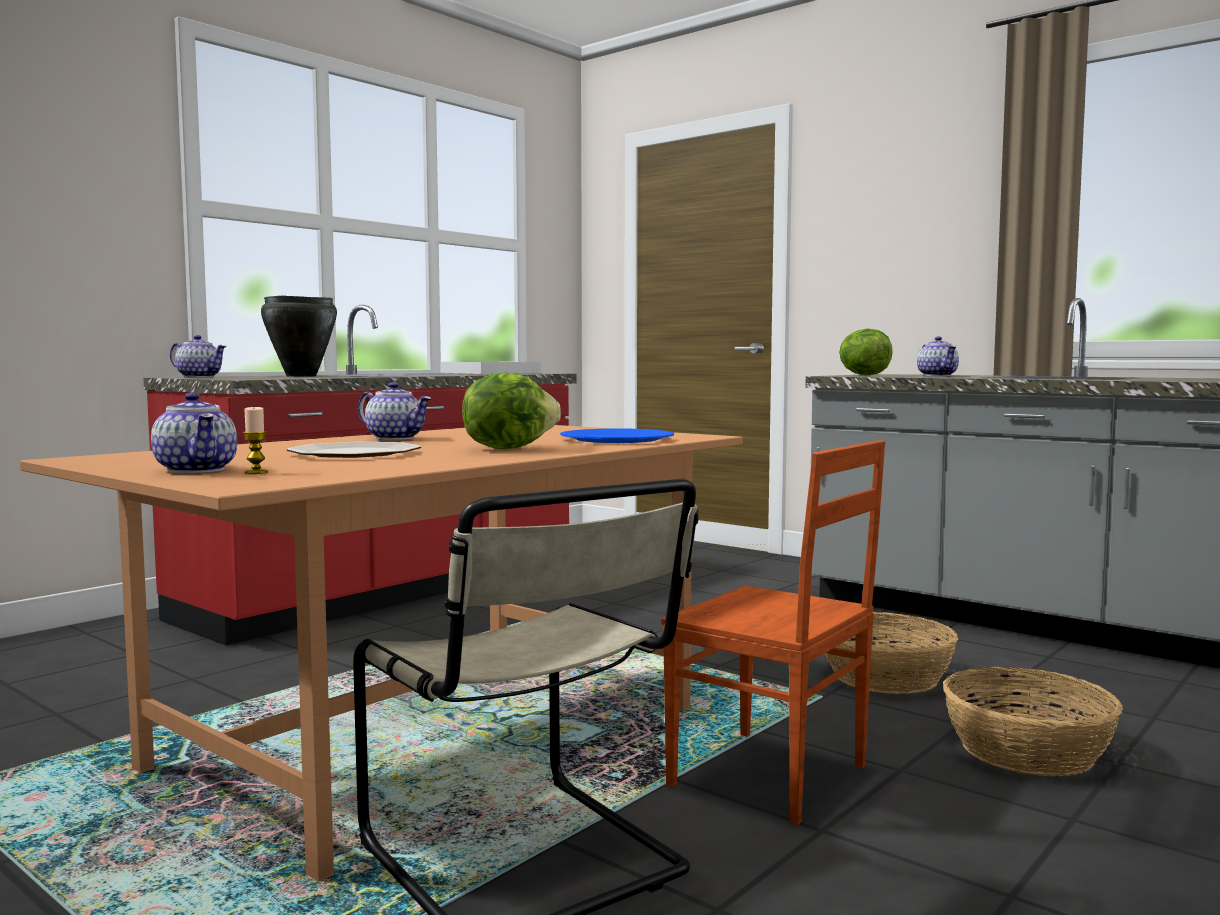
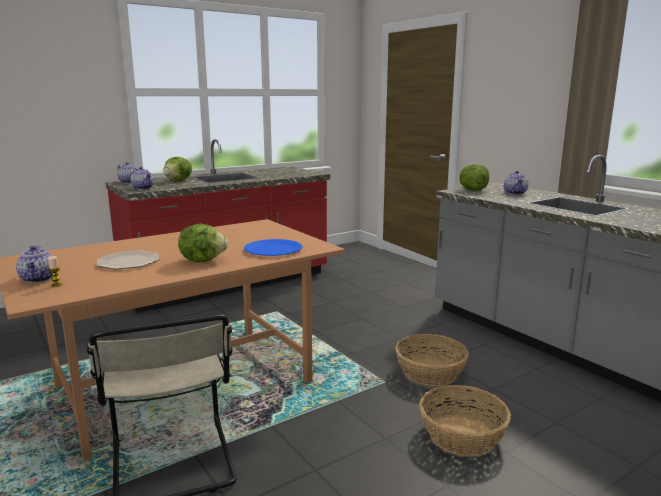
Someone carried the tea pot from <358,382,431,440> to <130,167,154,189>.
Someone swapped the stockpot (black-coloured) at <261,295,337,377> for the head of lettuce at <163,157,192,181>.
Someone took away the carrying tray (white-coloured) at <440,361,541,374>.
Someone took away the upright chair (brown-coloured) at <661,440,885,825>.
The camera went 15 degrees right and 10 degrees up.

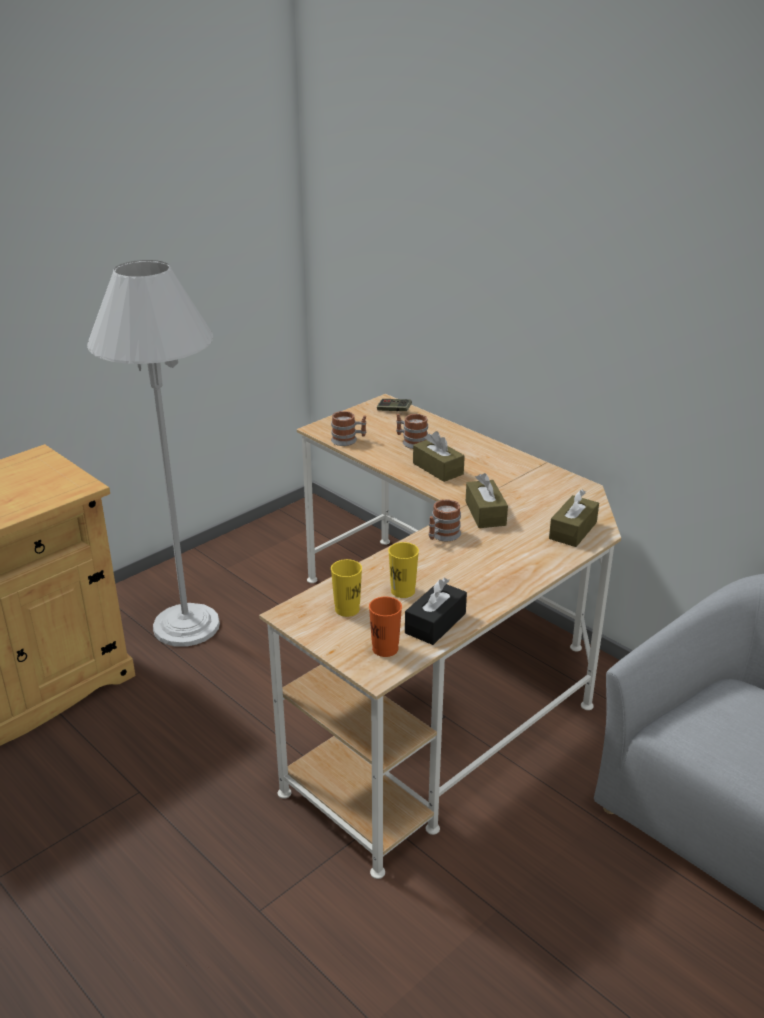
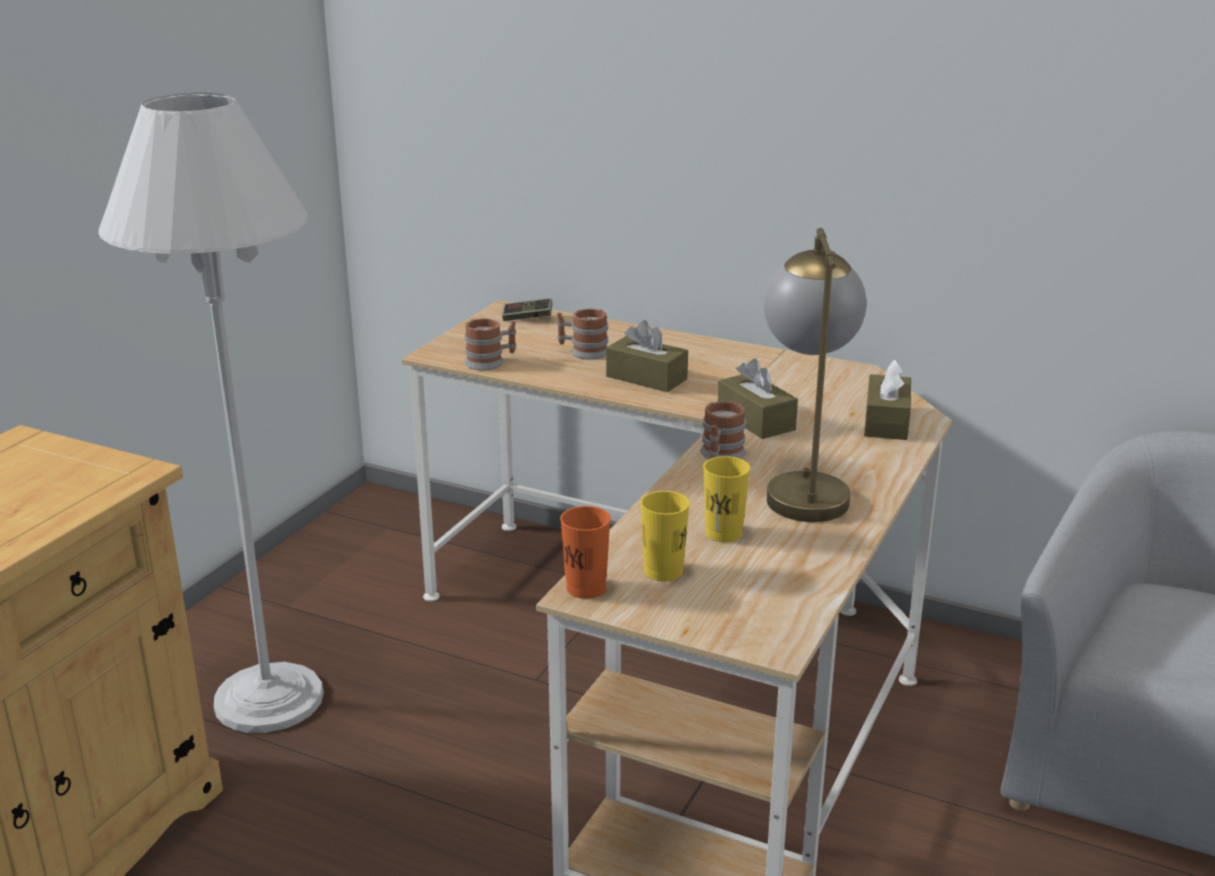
Someone carried the drinking cup (orange) from <369,596,402,657> to <560,506,611,599>.
Someone put down the lamp for a table at <764,228,867,522>.
Someone took away the tissue box (black-coloured) at <405,578,467,645>.
The camera went 20 degrees left and 5 degrees down.

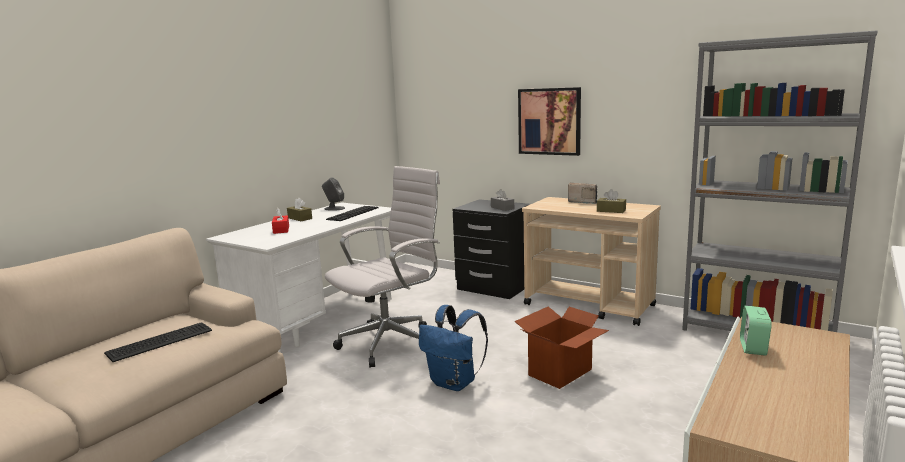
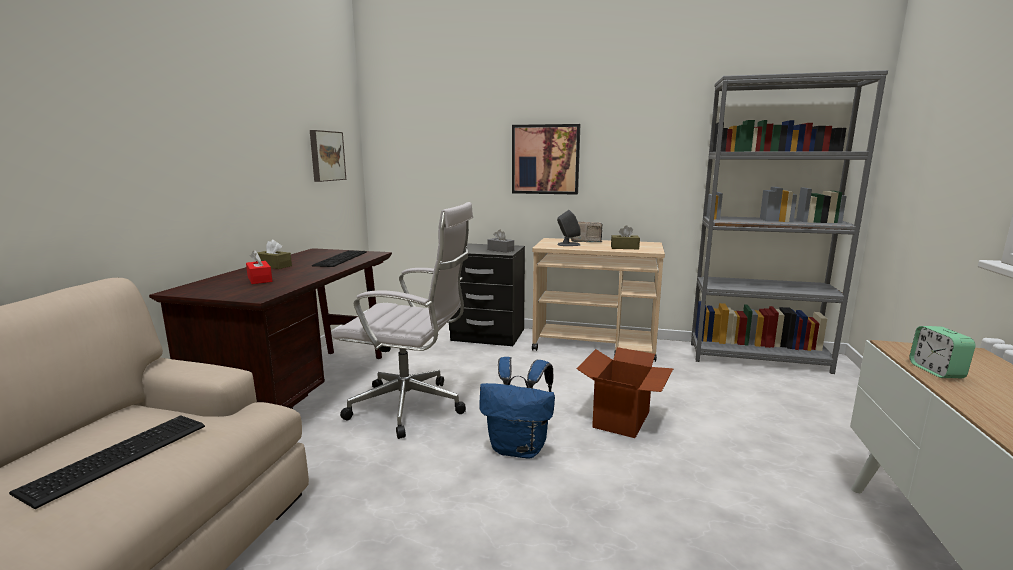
Someone repainted the desk unit (white-coloured) at <206,202,392,347>, which became the desk unit (brown-coloured) at <149,248,392,409>.
Someone put up the picture at <310,130,346,182>.
Someone rotated the desk chair (white-coloured) at <325,166,440,368> by 75 degrees clockwise.
Someone carried the speaker (gray) from <322,178,345,210> to <557,210,581,246>.
The camera went 20 degrees left and 0 degrees up.

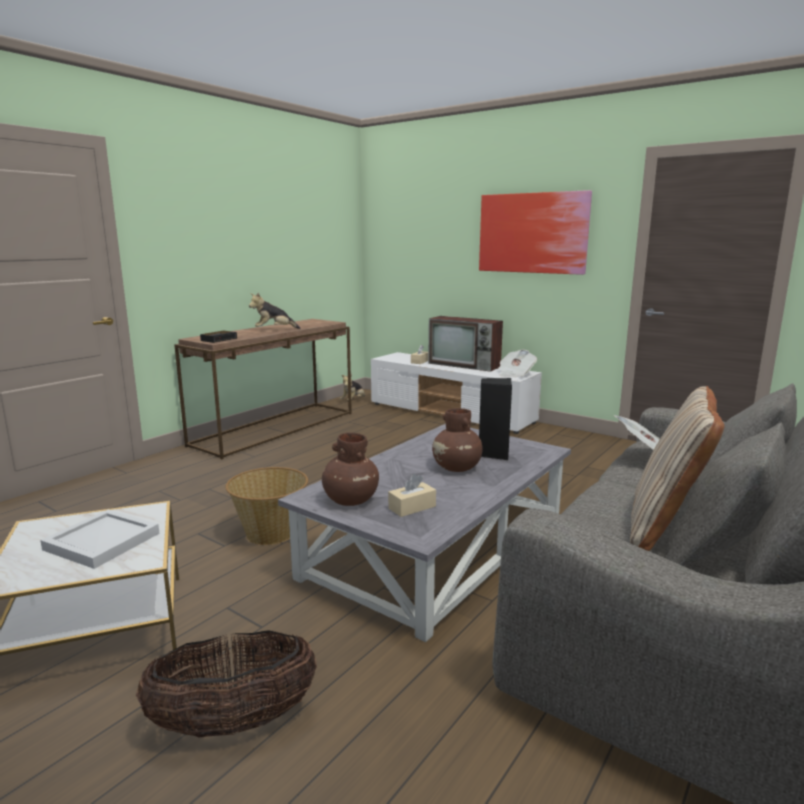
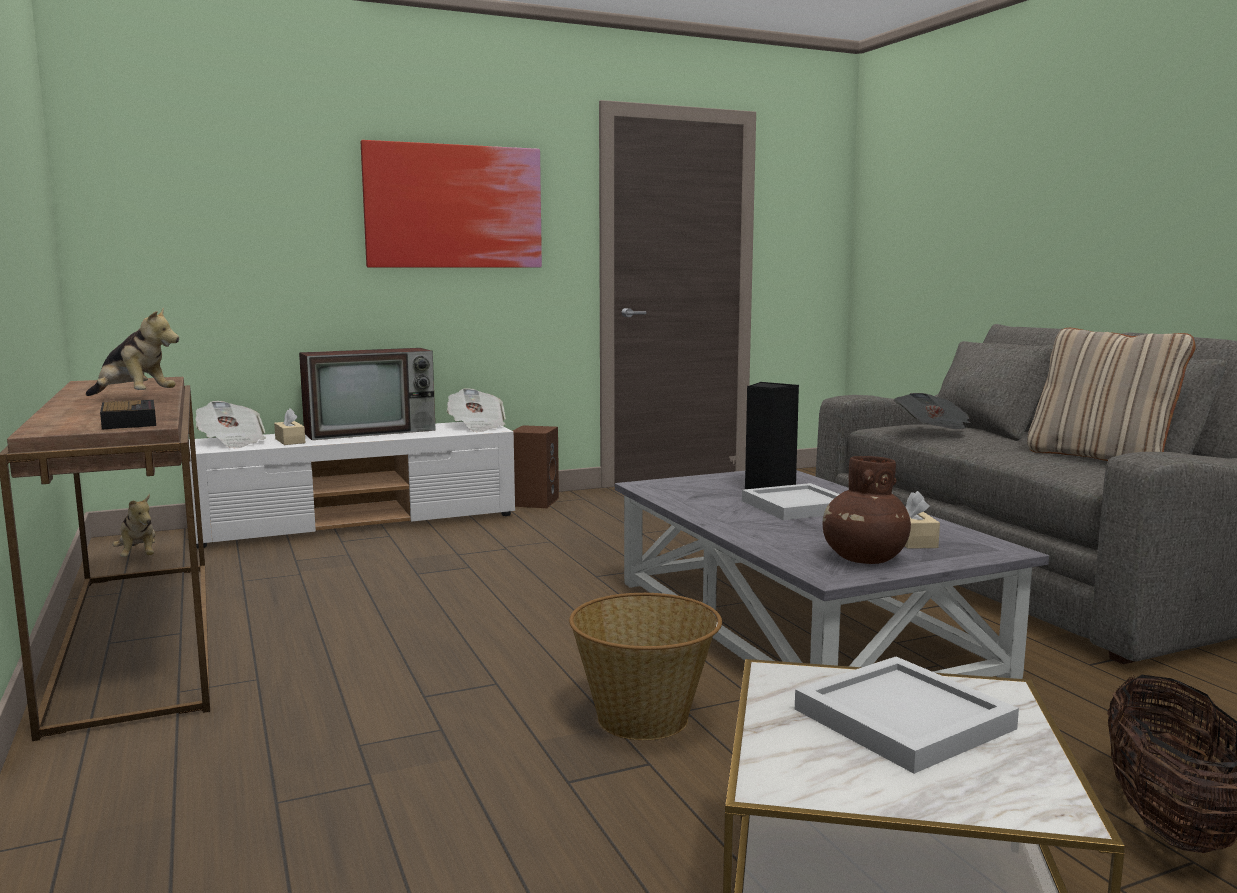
Someone rotated the plush toy at <249,293,300,329> by 75 degrees counterclockwise.
Someone put down the daily paper at <196,401,266,448>.
Someone put down the speaker (brown-coloured) at <513,425,559,508>.
Someone swapped the decorative vase (brown-coloured) at <432,408,483,472> for the carrying tray (white-coloured) at <742,483,840,520>.
The camera went 60 degrees left and 5 degrees down.

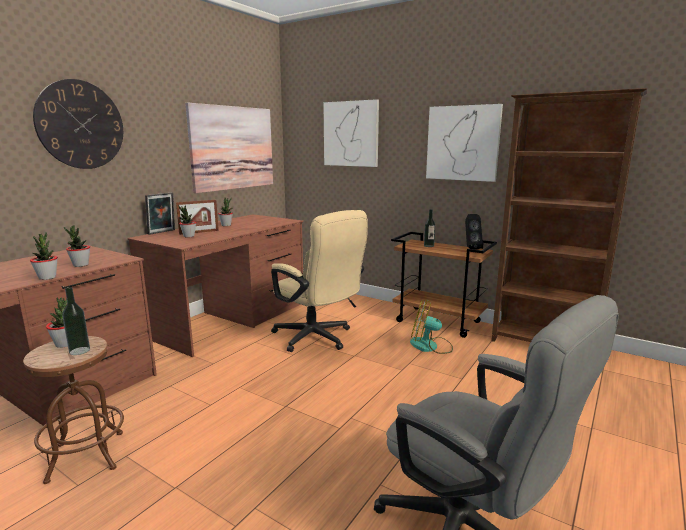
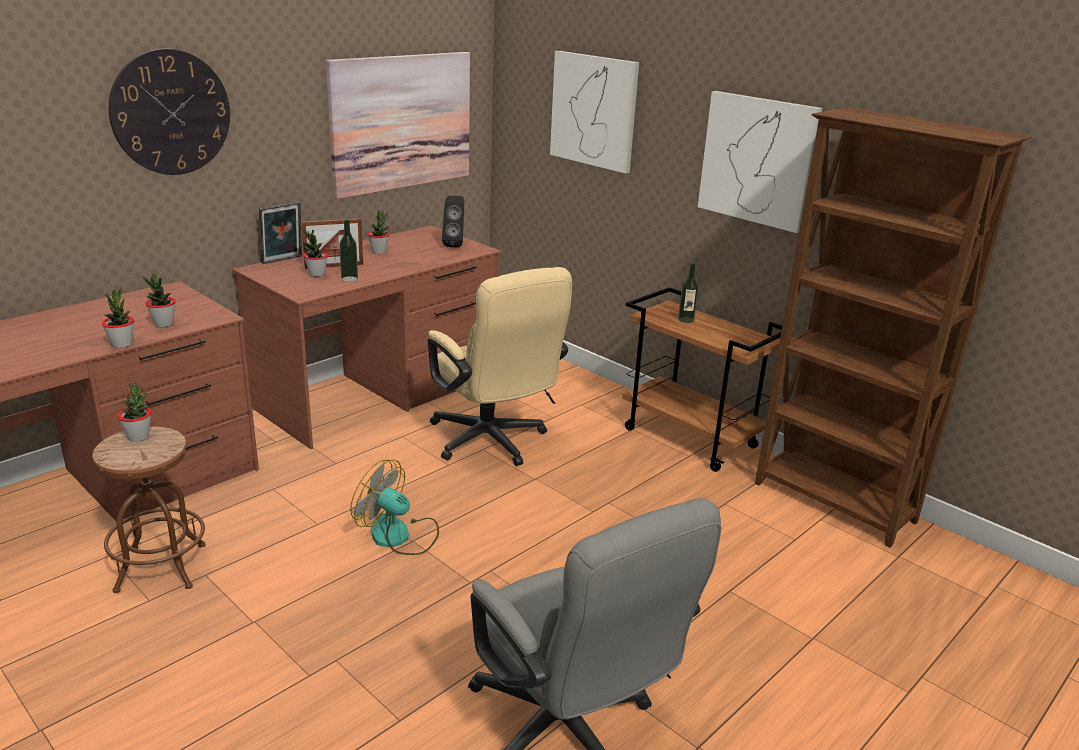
Someone carried the bottle from <62,287,90,355> to <339,220,358,282>.
Someone carried the fan from <410,300,453,354> to <350,460,439,555>.
Someone carried the speaker (black-coloured) from <465,214,483,250> to <442,196,464,248>.
The camera went 10 degrees right and 10 degrees up.

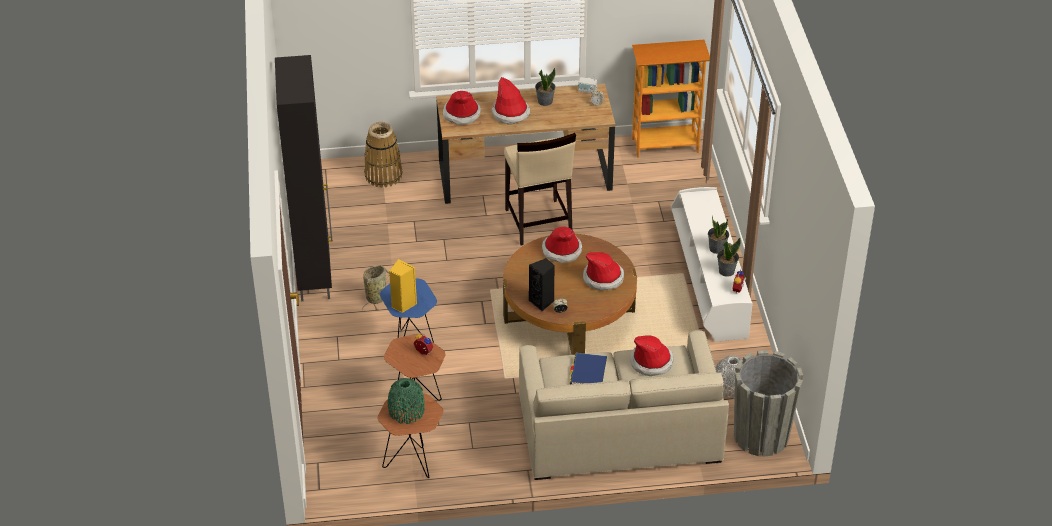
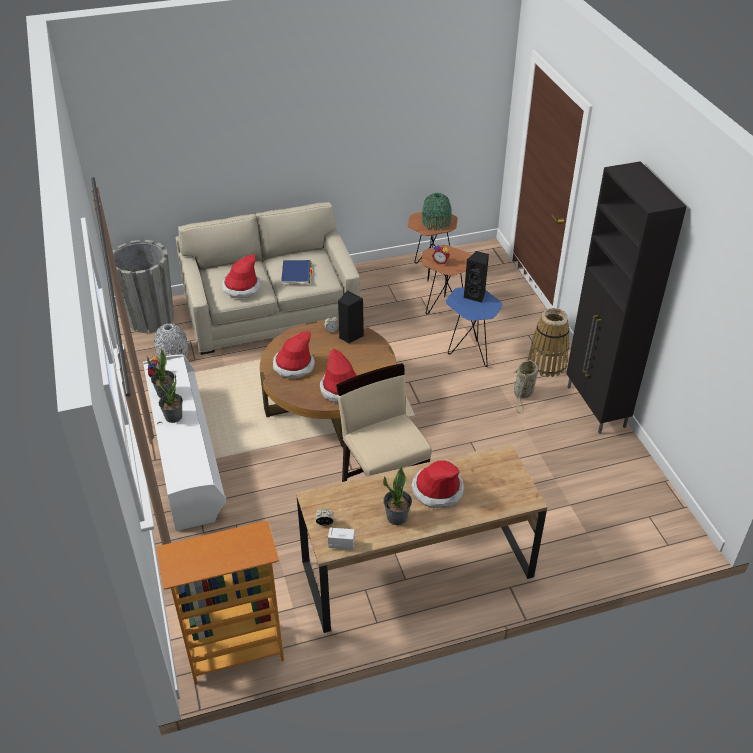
Someone repainted the speaker (yellowish) at <389,259,417,313>, which became the speaker (black-coloured) at <464,251,489,303>.
Someone carried the basket from <364,122,403,188> to <528,308,570,377>.
Someone took away the wearable hat at <443,91,481,125>.
The camera went 170 degrees right and 0 degrees up.

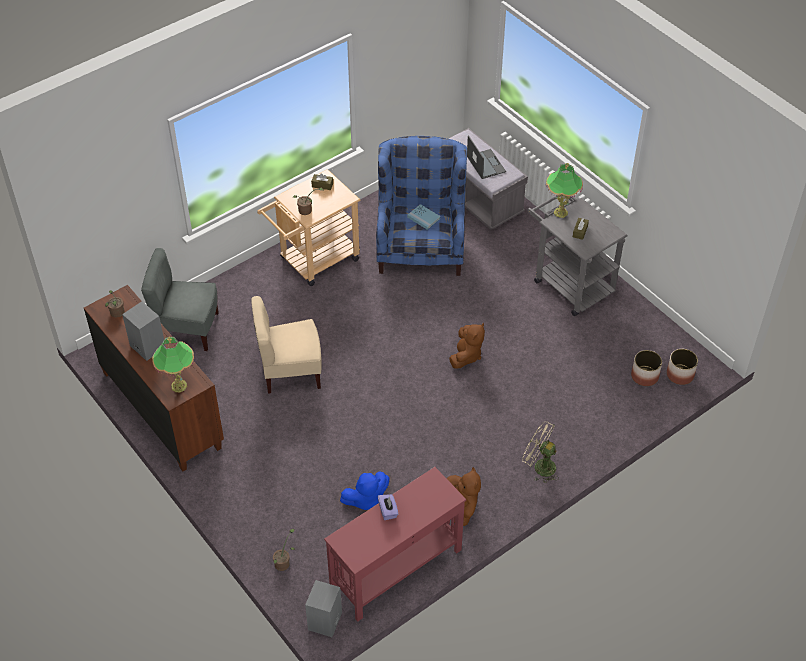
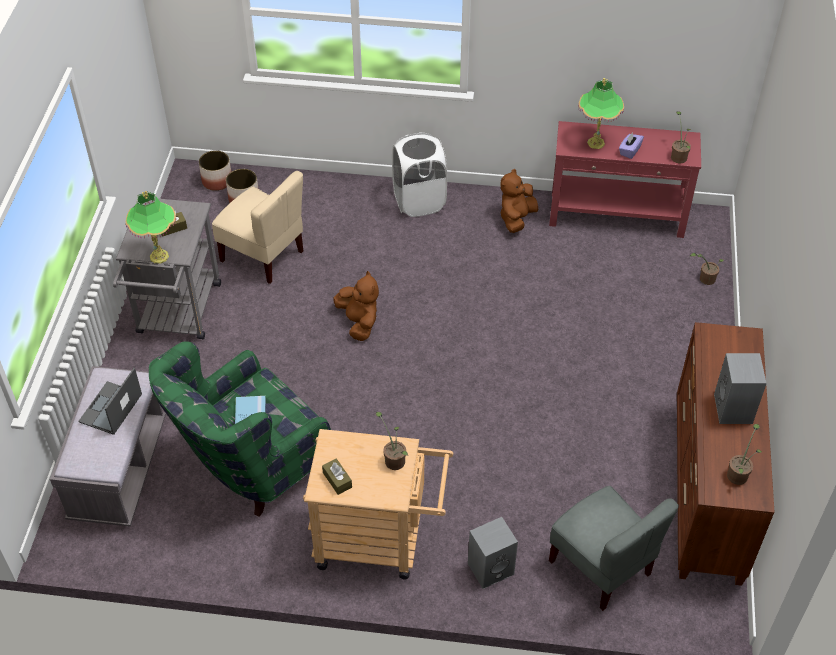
Someone repainted the lounge chair (blue-coloured) at <376,136,467,276>, which became the lounge chair (green) at <149,341,331,517>.
Someone carried the upright chair (beige) from <251,296,322,394> to <212,171,303,284>.
Someone rotated the plush toy (brown-coloured) at <449,322,485,369> by 90 degrees clockwise.
Someone swapped the fan (beige) at <522,421,559,483> for the washing basket (white-coloured) at <392,132,447,217>.
Someone carried the speaker (gray) from <305,580,342,637> to <468,517,518,589>.
Someone carried the lamp for a table from <152,337,195,392> to <578,78,624,149>.
Someone put down the potted plant at <671,111,691,163>.
Someone took away the plush toy (blue-coloured) at <340,471,389,510>.
The camera went 135 degrees left and 0 degrees up.

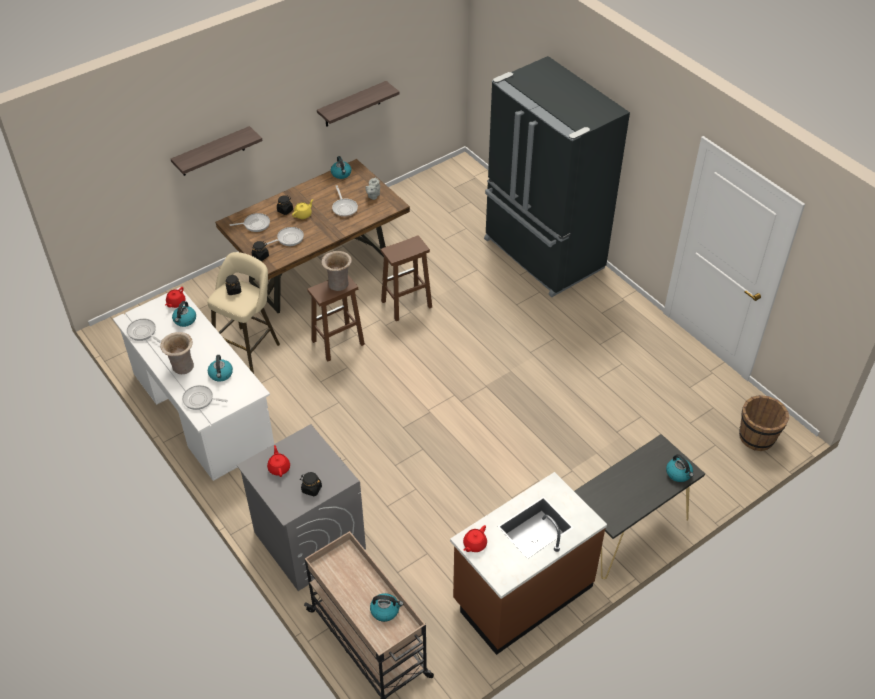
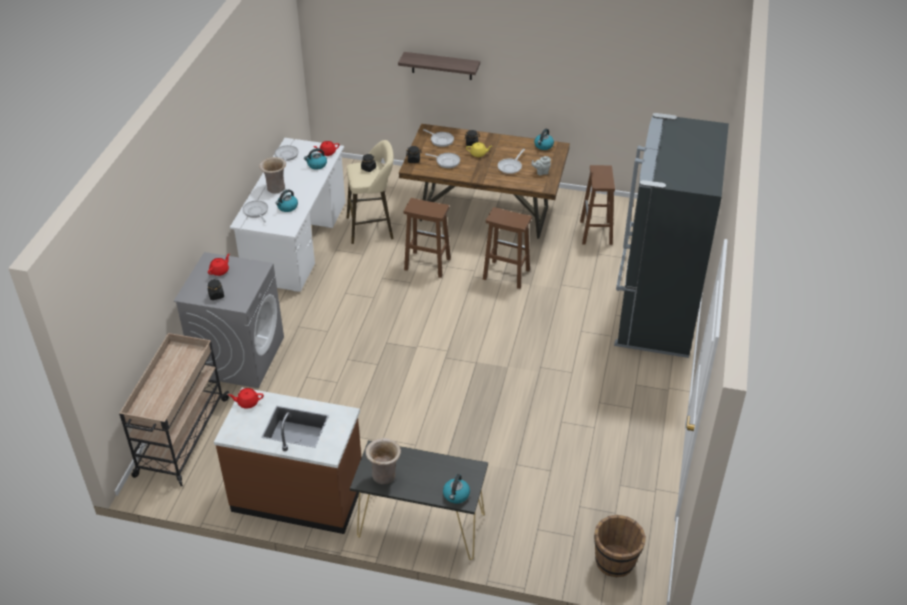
Someone carried the decorative vase (beige) from <321,251,352,291> to <365,438,401,484>.
Someone put down the stool seat (brown-coloured) at <580,165,615,245>.
Someone took away the bracket shelf at <317,81,400,127>.
Someone took away the kettle at <370,593,403,622>.
The camera went 50 degrees right and 5 degrees down.

